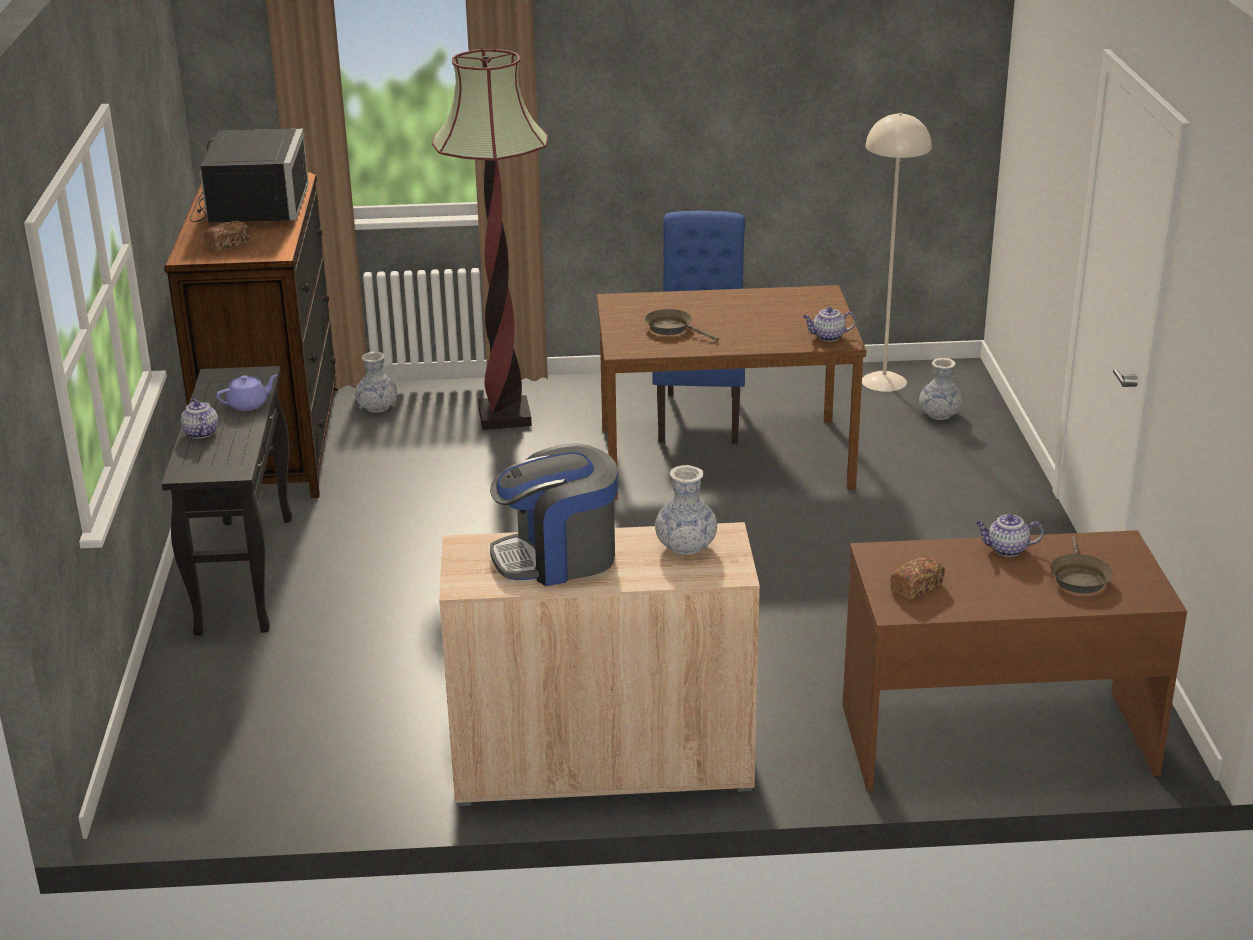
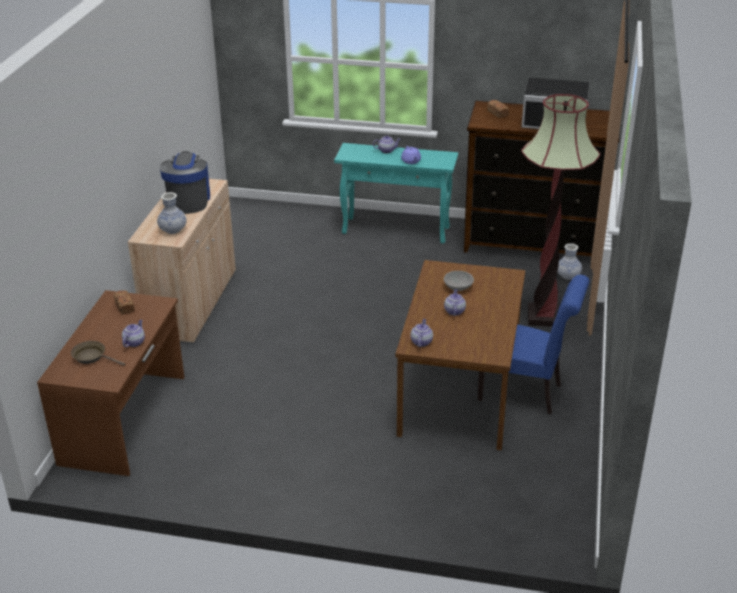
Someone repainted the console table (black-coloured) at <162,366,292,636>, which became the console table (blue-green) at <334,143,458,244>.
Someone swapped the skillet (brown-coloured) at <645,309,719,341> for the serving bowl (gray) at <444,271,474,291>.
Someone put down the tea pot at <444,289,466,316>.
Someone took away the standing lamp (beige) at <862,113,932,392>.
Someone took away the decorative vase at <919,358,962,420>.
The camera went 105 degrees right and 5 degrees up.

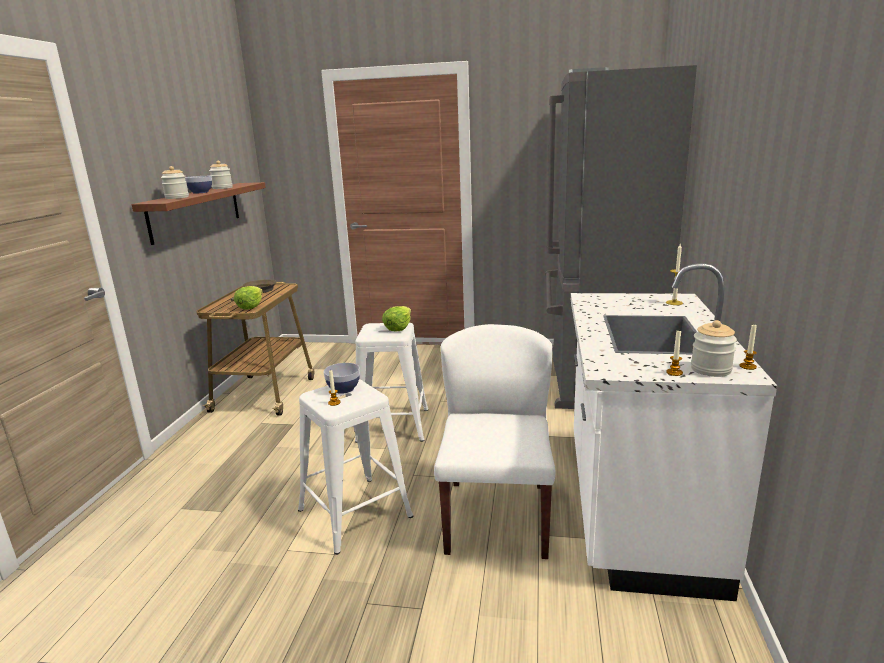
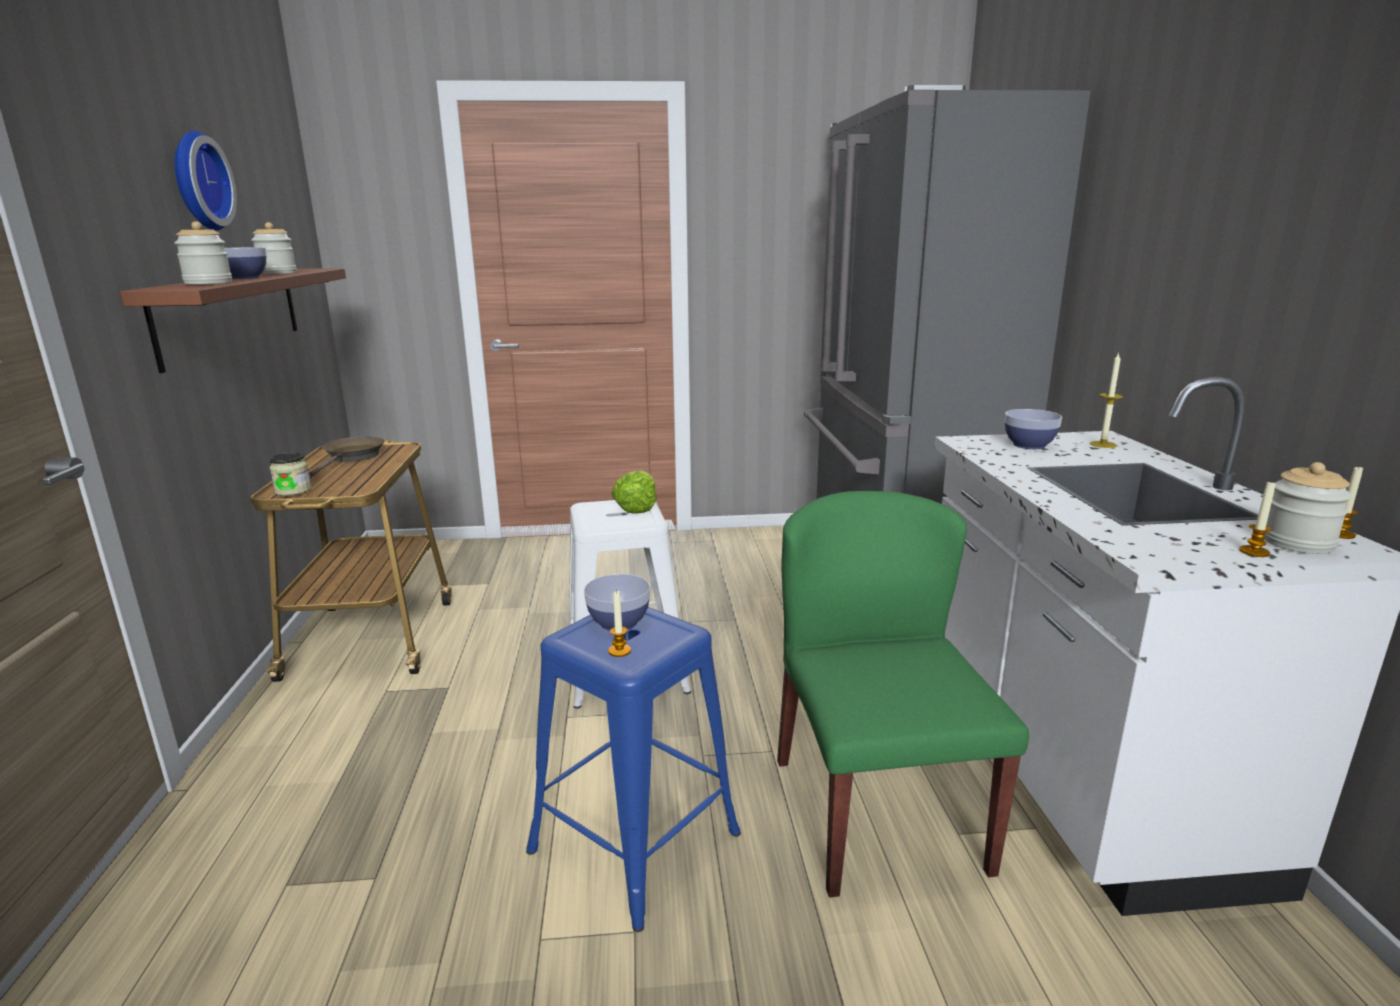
Someone put up the wall clock at <175,131,237,231>.
Someone put down the preserve jar at <269,453,312,496>.
Someone repainted the stool seat (white-coloured) at <298,379,414,555>, which became the stool seat (blue-coloured) at <526,607,741,932>.
Someone repainted the upright chair (white-coloured) at <434,324,556,559>, which became the upright chair (green) at <777,491,1029,898>.
Someone put down the serving bowl at <1005,409,1062,449>.
Someone took away the head of lettuce at <234,286,263,310>.
The camera went 15 degrees left and 0 degrees up.

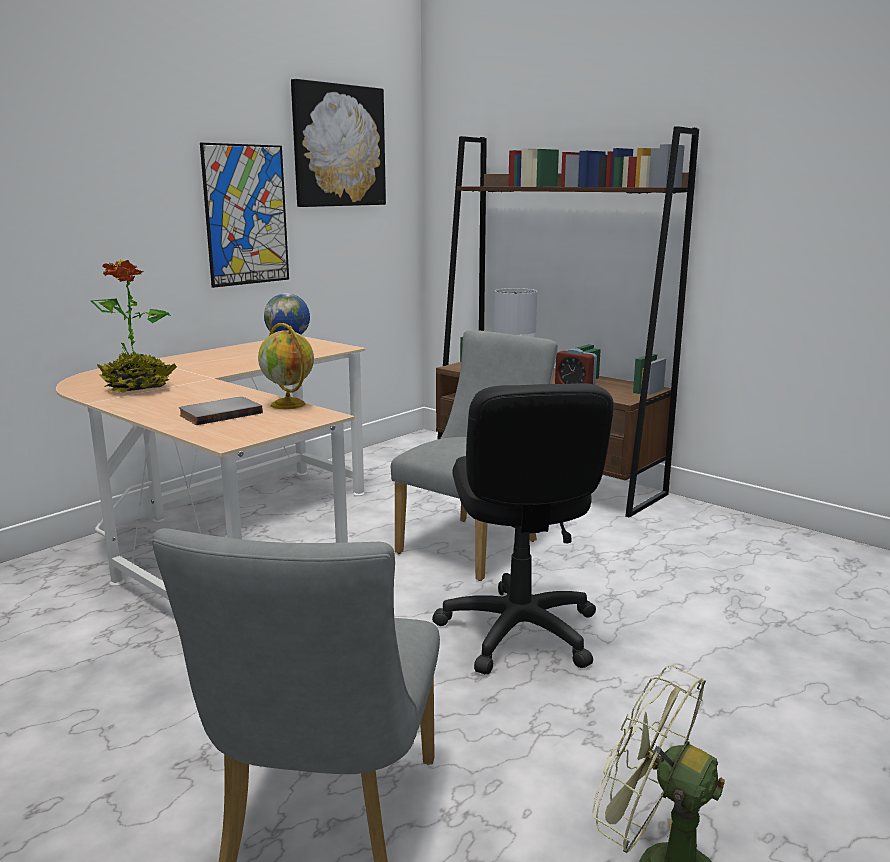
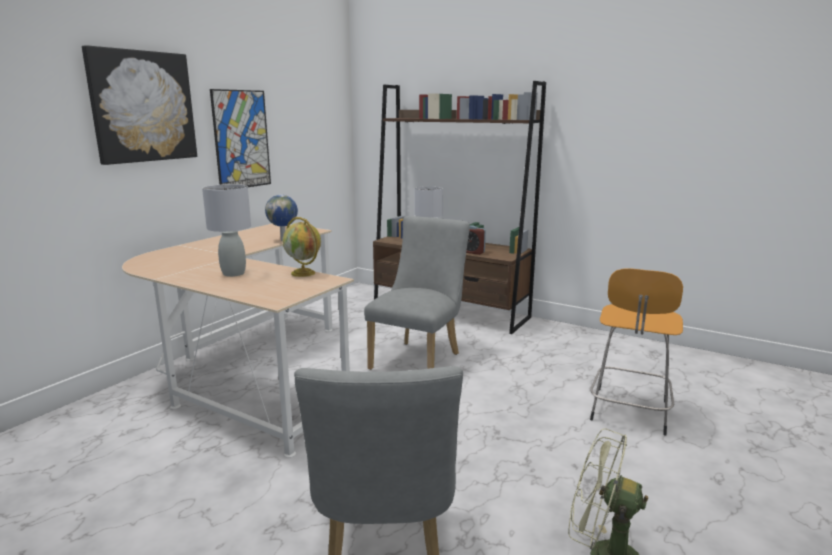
Someone carried the picture from <291,79,386,207> to <82,45,197,165>.
Someone put down the lamp for a table (gray) at <202,184,251,277>.
Someone put down the stool seat (orange) at <590,268,683,436>.
Someone took away the potted plant at <90,259,177,394>.
Someone took away the book (gray) at <179,397,263,425>.
Someone took away the desk chair (black-coloured) at <432,383,614,674>.
The camera went 10 degrees left and 0 degrees up.

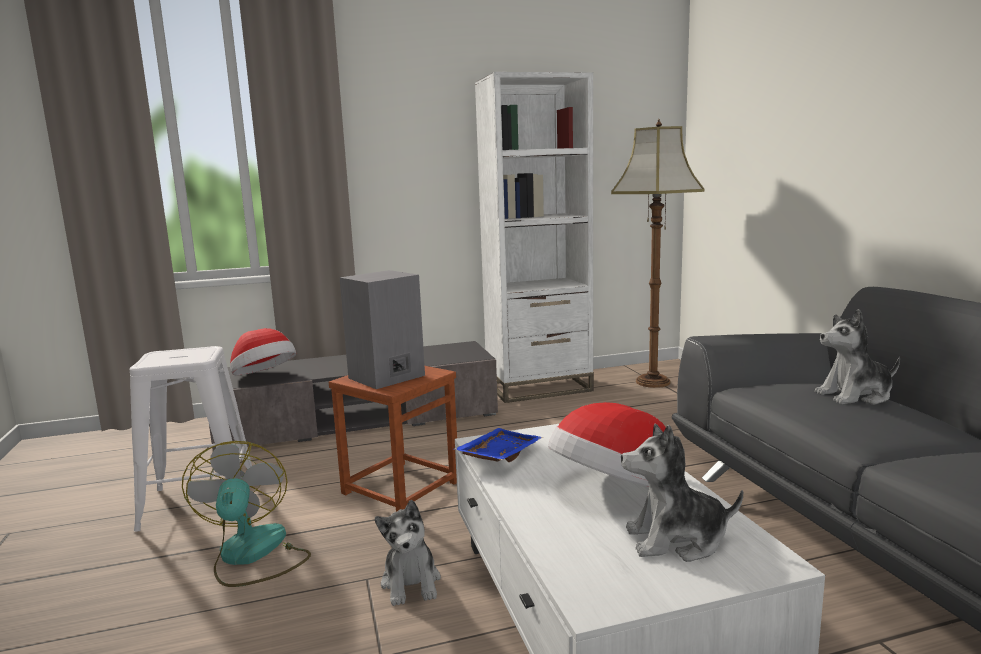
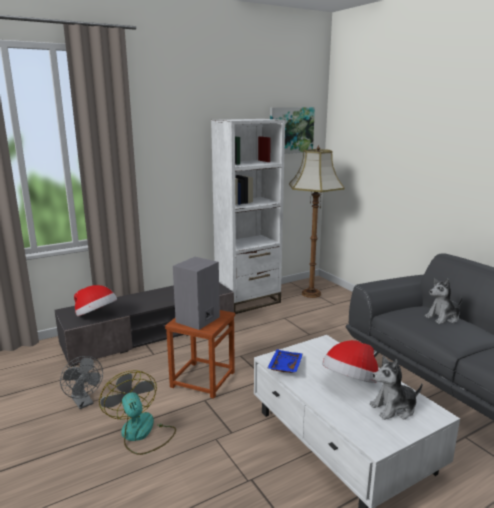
Someone swapped the stool seat (white-coloured) at <130,346,252,531> for the fan (gray) at <60,356,103,409>.
Someone put up the picture at <270,107,315,154>.
Someone took away the plush toy at <375,500,441,606>.
The camera went 15 degrees left and 5 degrees up.

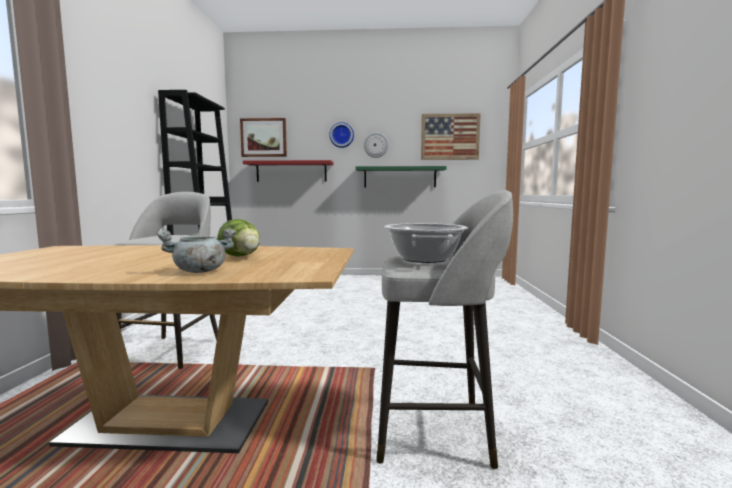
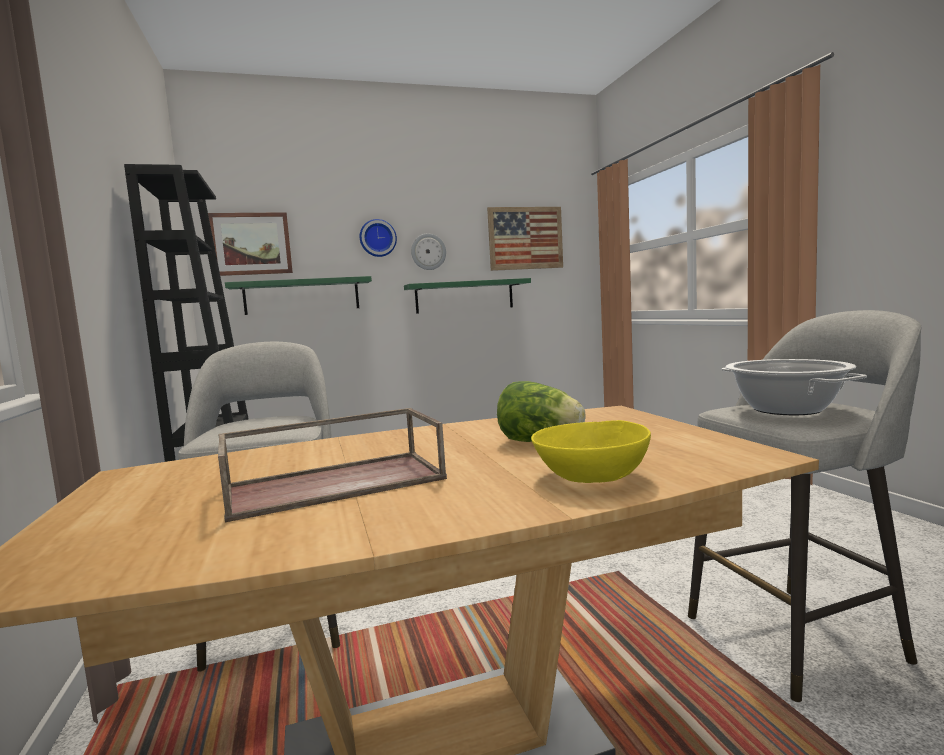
Someone put down the carrying tray (brown-coloured) at <218,408,447,522>.
Someone repainted the bracket shelf (red-coloured) at <243,160,334,182>, which became the bracket shelf (green) at <225,276,372,315>.
Someone swapped the stockpot (gray) at <157,228,236,273> for the serving bowl (yellowish) at <531,420,651,483>.
The camera went 20 degrees left and 0 degrees up.

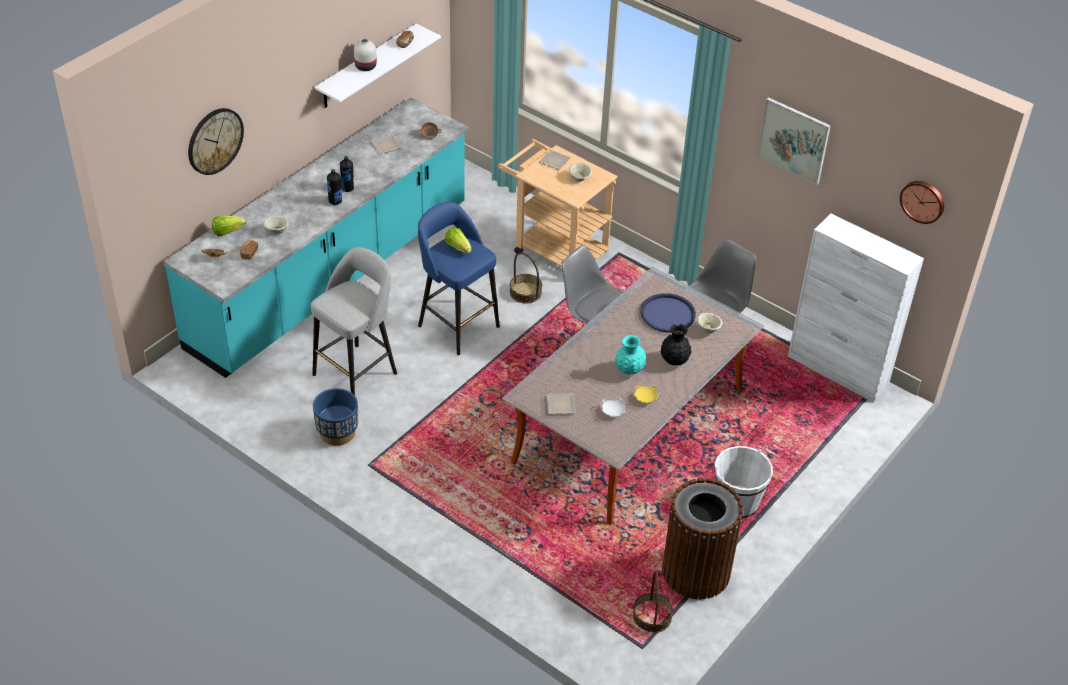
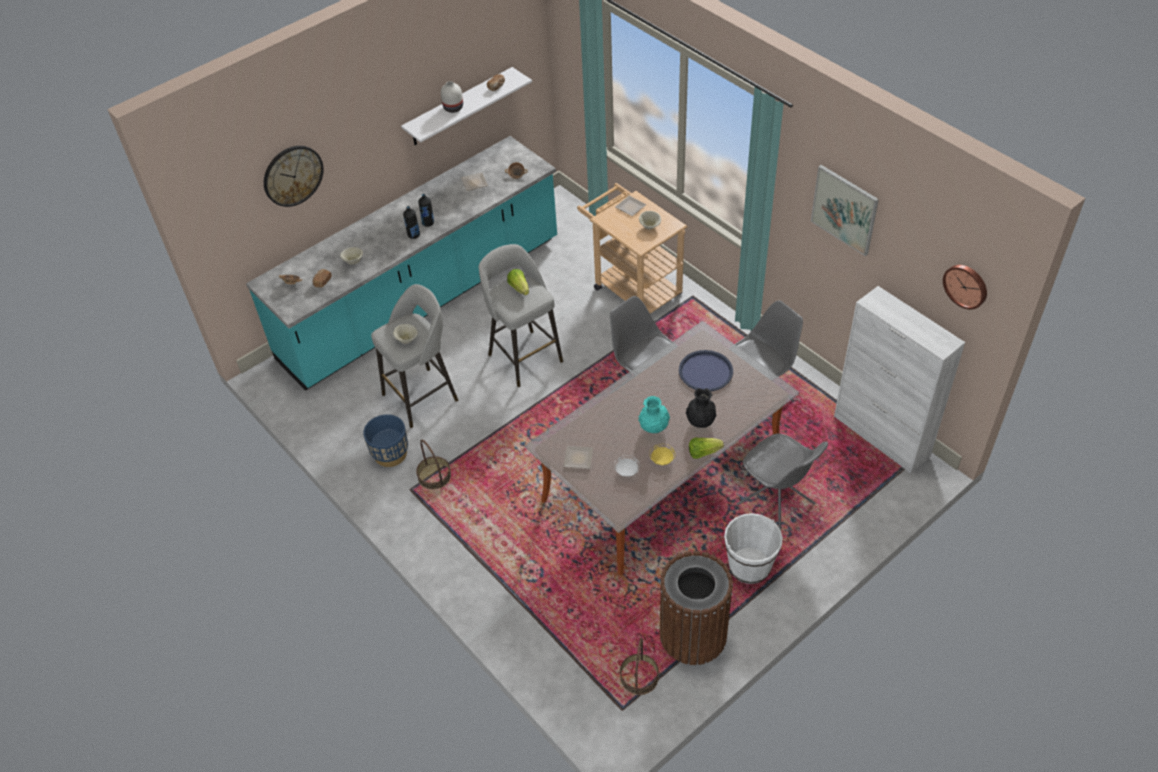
Someone carried the serving bowl (beige) from <697,313,722,333> to <393,324,418,344>.
Someone carried the basket from <510,252,542,304> to <416,440,451,490>.
Someone repainted the stool seat (blue-coloured) at <418,202,500,355>, which became the stool seat (gray) at <479,244,563,387>.
Someone carried the head of lettuce from <212,216,246,236> to <689,438,724,459>.
Someone put down the upright chair (gray) at <737,433,828,530>.
The camera went 15 degrees right and 5 degrees up.

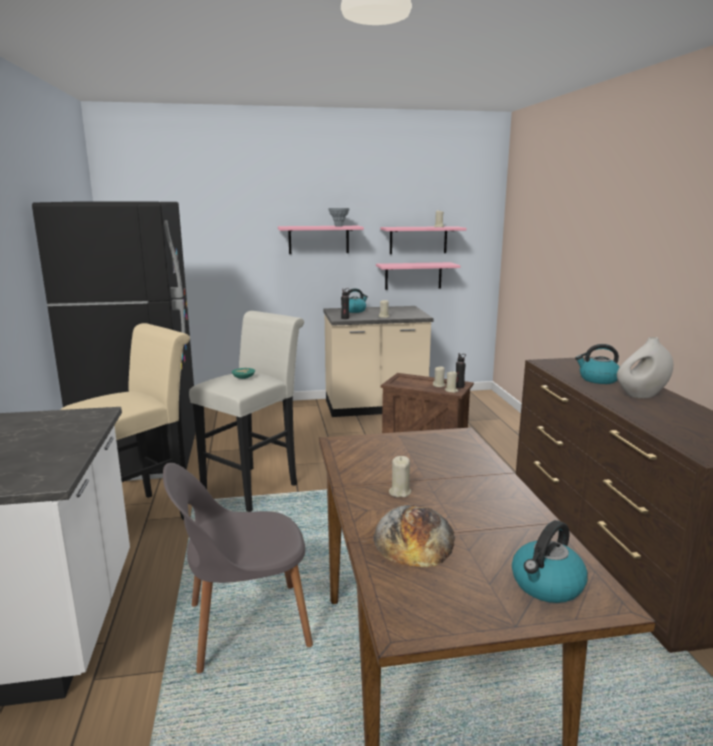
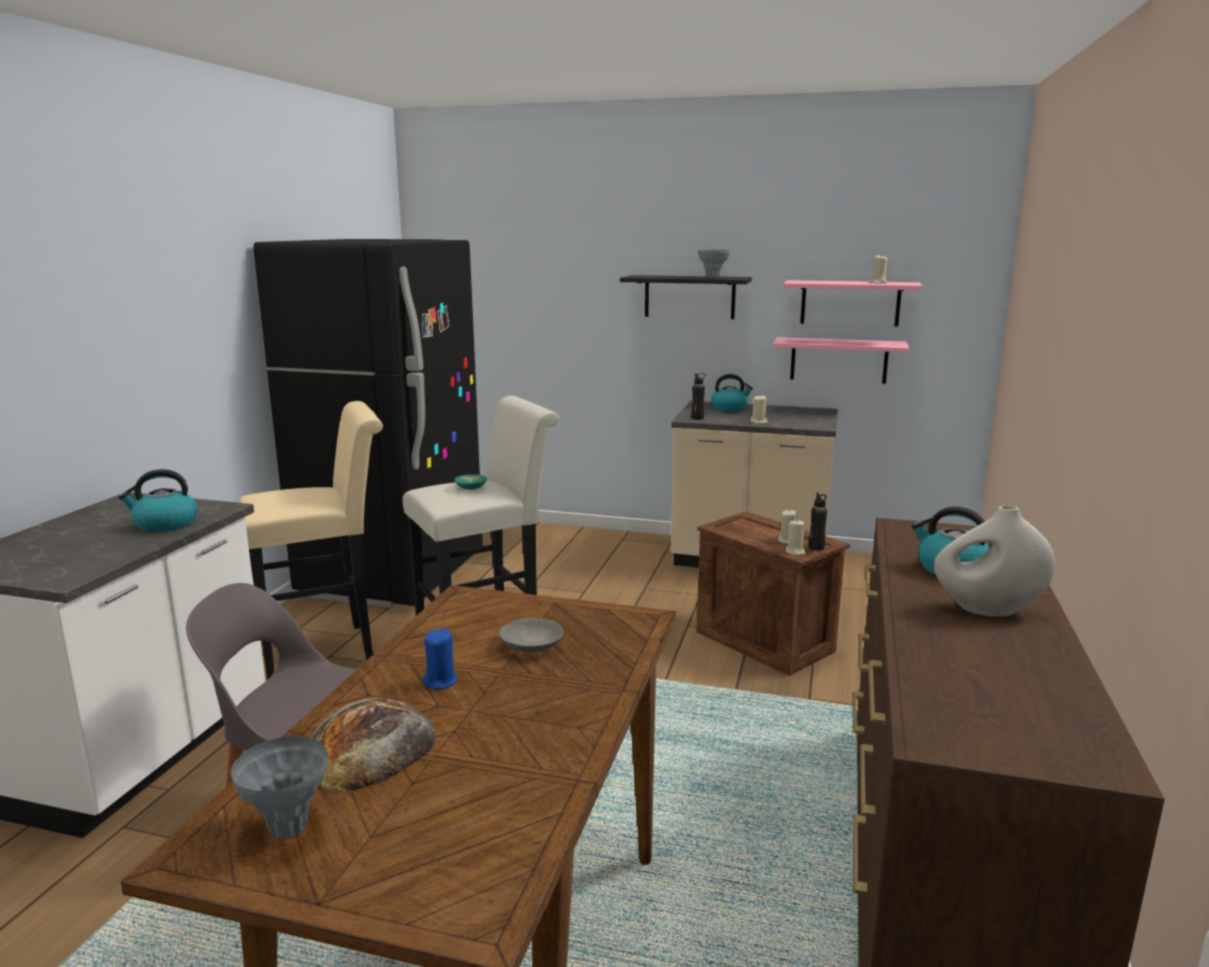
Someone carried the kettle from <512,520,588,603> to <118,469,197,532>.
Someone put down the decorative vase (gray) at <231,736,328,839>.
Someone repainted the wax candle (beige) at <389,456,411,497>, which became the wax candle (blue-coloured) at <423,628,457,690>.
Someone put down the serving bowl (gray) at <499,618,563,653>.
Someone repainted the bracket shelf (pink) at <278,226,364,254>, which became the bracket shelf (black-coloured) at <620,275,752,319>.
The camera went 25 degrees right and 0 degrees up.

